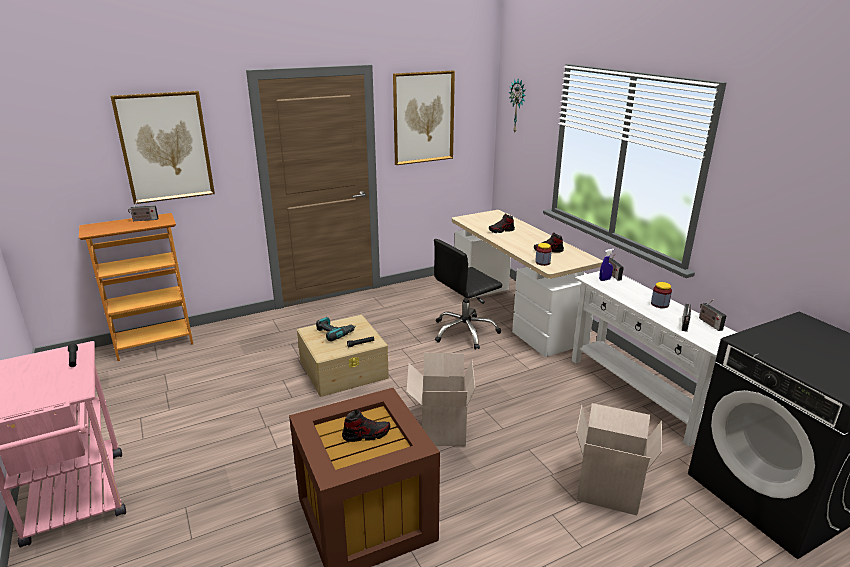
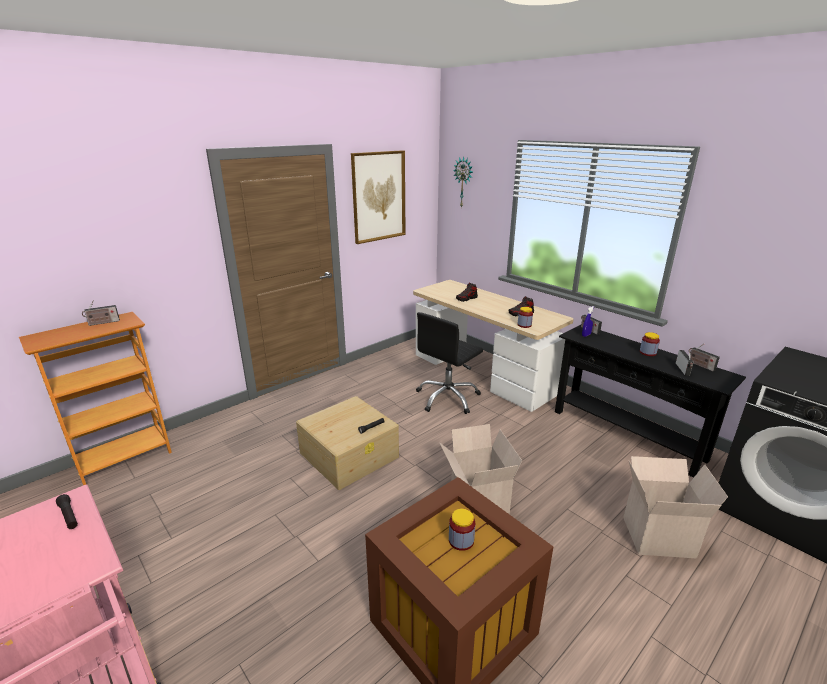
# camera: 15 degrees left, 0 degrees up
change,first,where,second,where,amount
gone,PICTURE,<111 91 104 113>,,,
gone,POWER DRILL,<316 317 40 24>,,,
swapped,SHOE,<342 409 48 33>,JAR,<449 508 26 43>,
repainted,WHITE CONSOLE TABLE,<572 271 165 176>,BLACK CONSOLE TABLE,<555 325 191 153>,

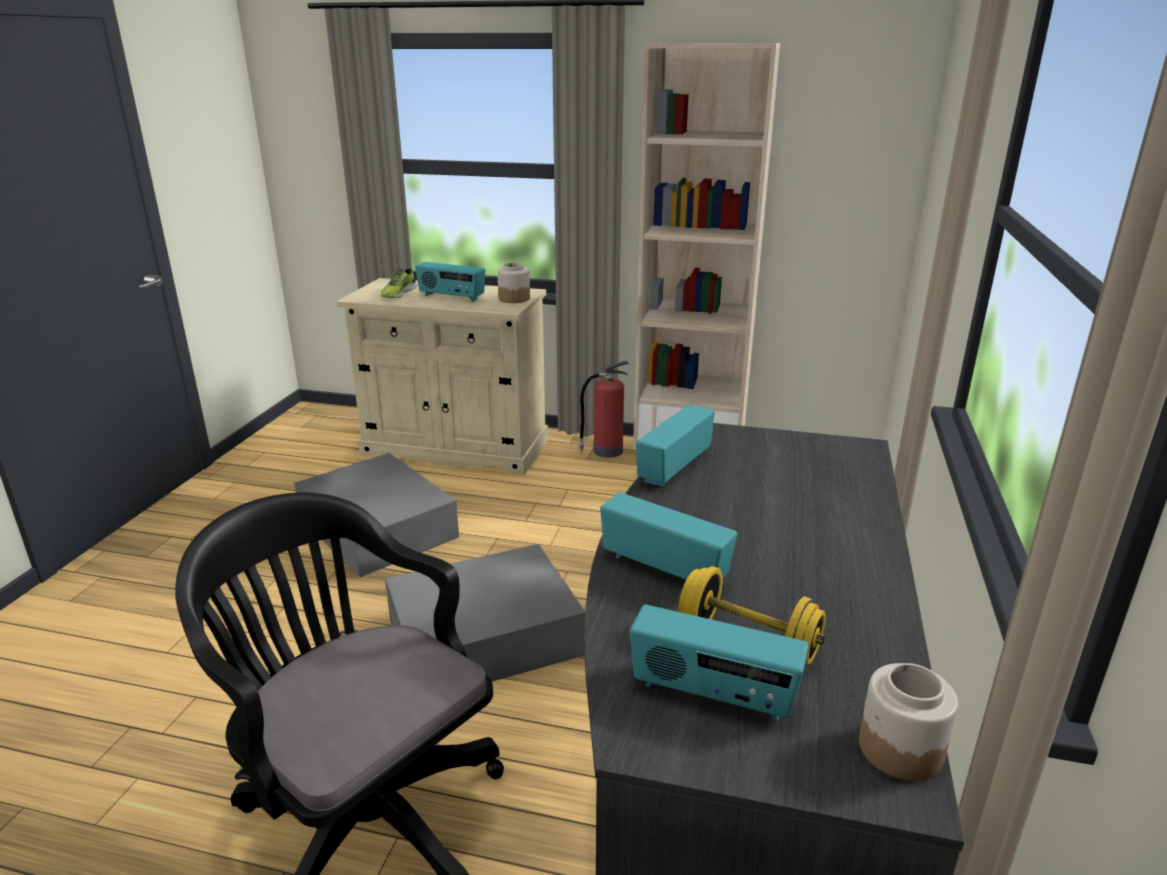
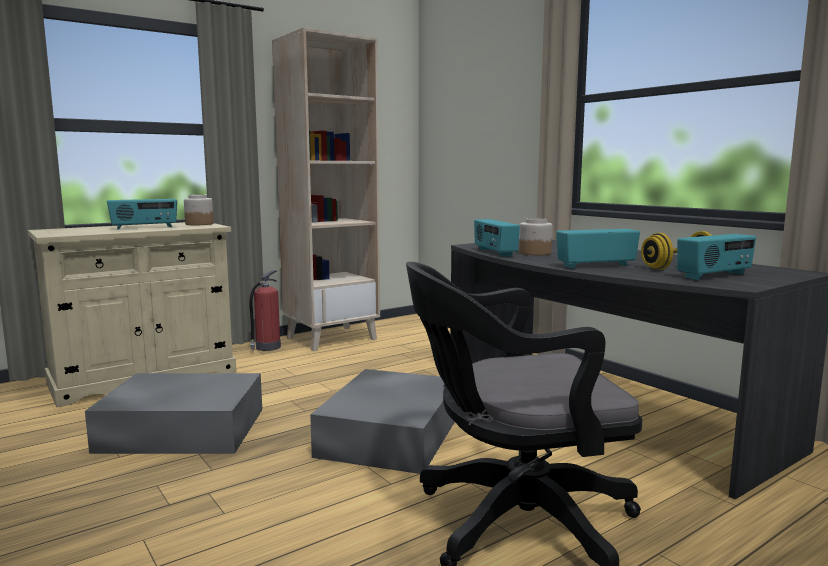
# camera: 50 degrees left, 15 degrees down
change,first,where,second,where,amount
gone,SHOE,<381 268 36 30>,,,
shifted,JAR,<859 663 99 118>,,<519 218 33 37>,

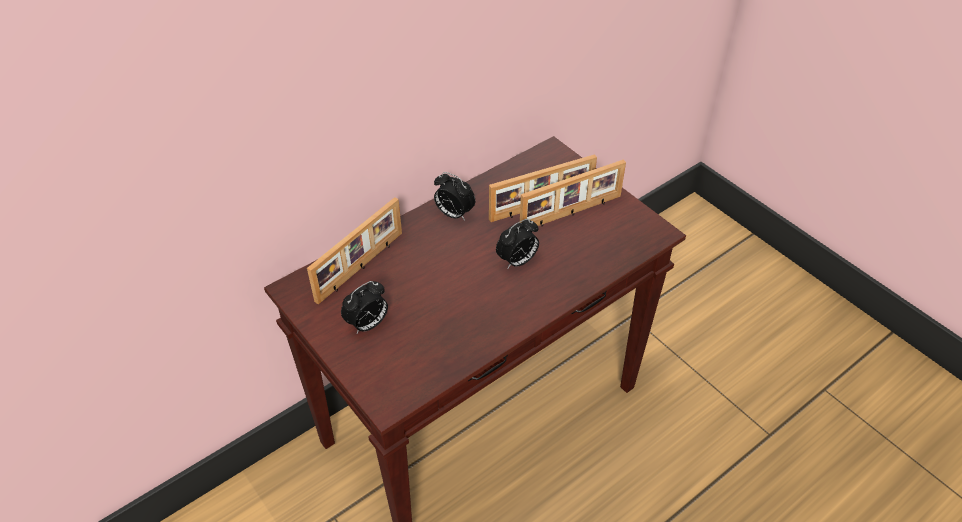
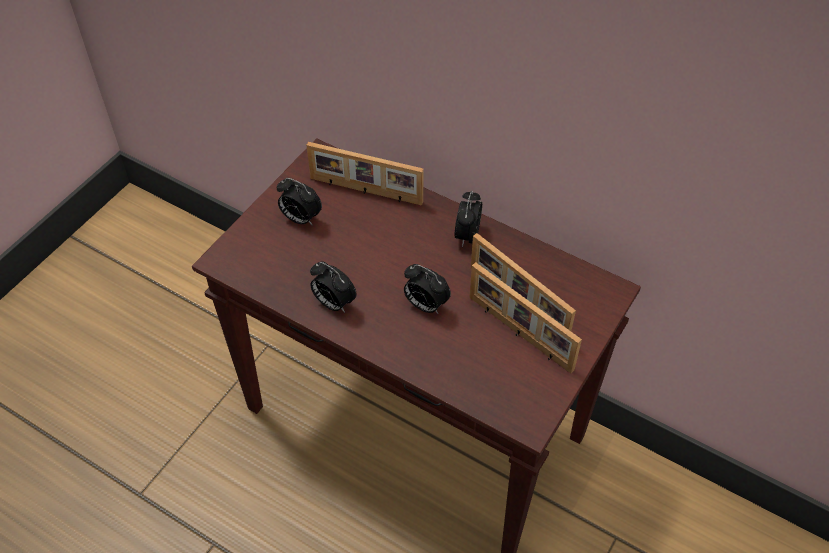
# camera: 70 degrees right, 5 degrees up
change,first,where,second,where,amount
new,,,ALARM CLOCK,<310 262 47 51>,

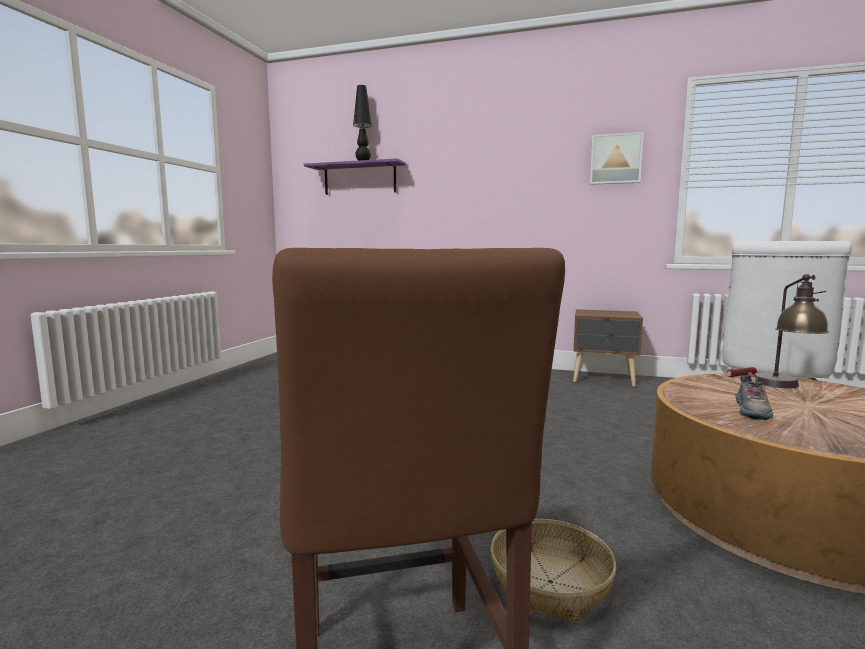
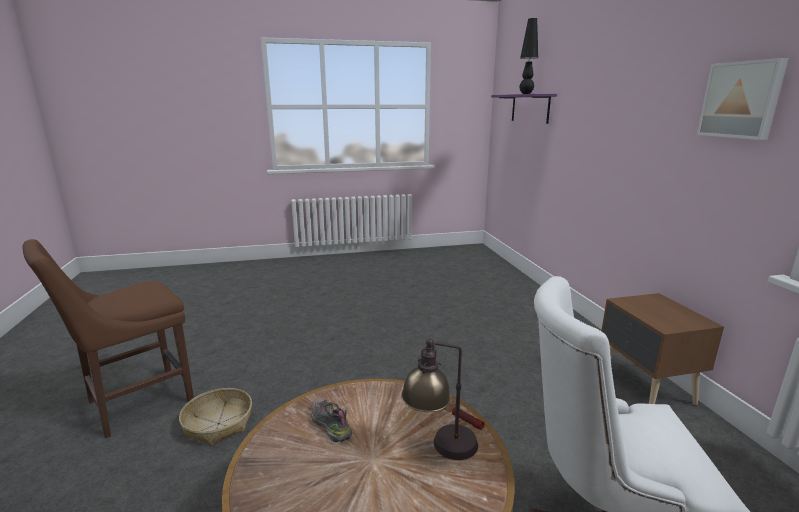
# camera: 60 degrees right, 10 degrees up
change,first,where,second,where,amount
rotated,SHOE,<735 372 38 48>,,<311 398 41 44>,60 degrees clockwise

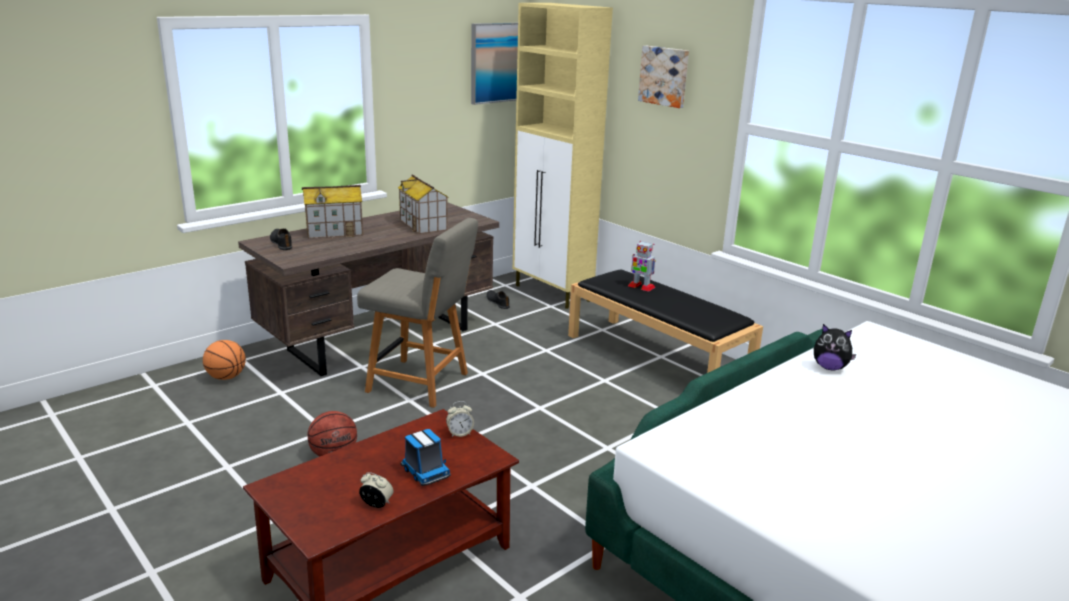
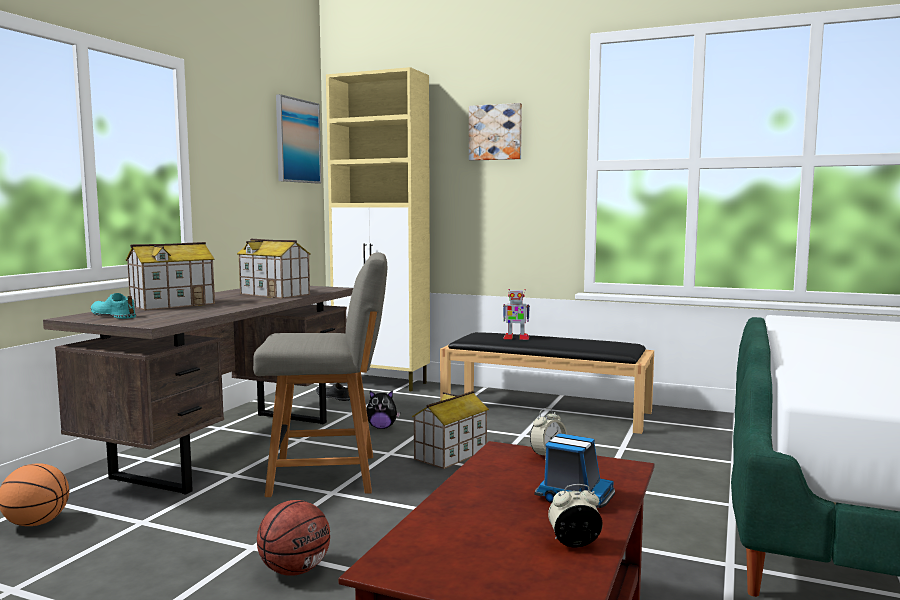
# camera: 25 degrees left, 15 degrees down
change,first,where,second,where,amount
repainted,BLACK SHOE,<270 229 22 21>,TURQUOISE SHOE,<91 293 45 26>,
shifted,PLUSH TOY,<814 324 43 47>,,<367 391 33 38>,
new,,,TOY HOUSE,<412 391 77 78>,

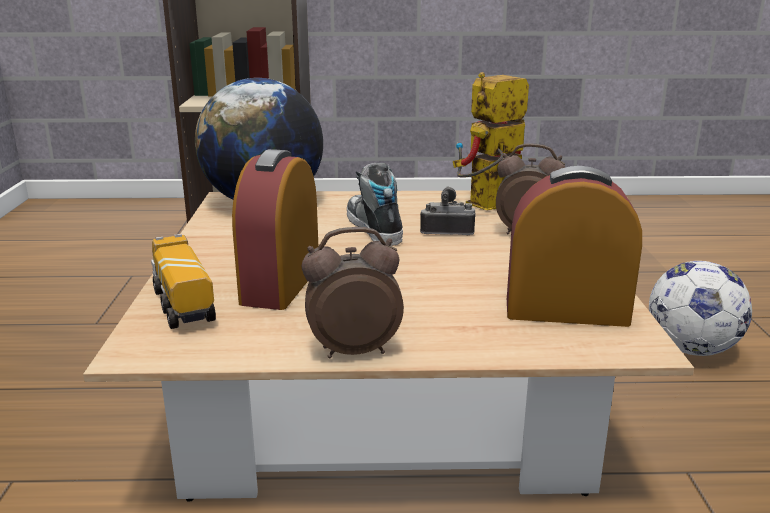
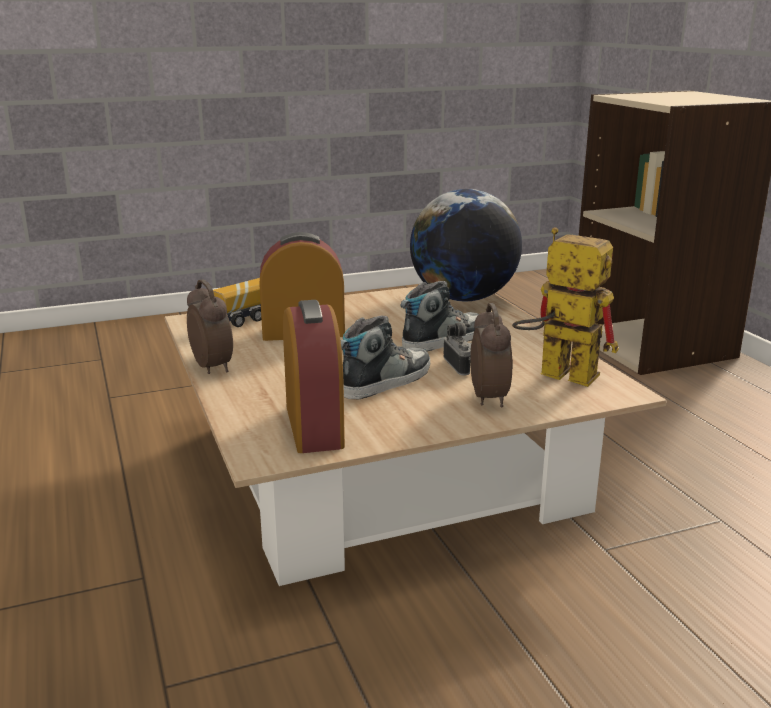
# camera: 70 degrees right, 0 degrees up
change,first,where,second,where,amount
gone,FOOTBALL,<649 261 103 95>,,,
new,,,SHOE,<340 316 91 83>,

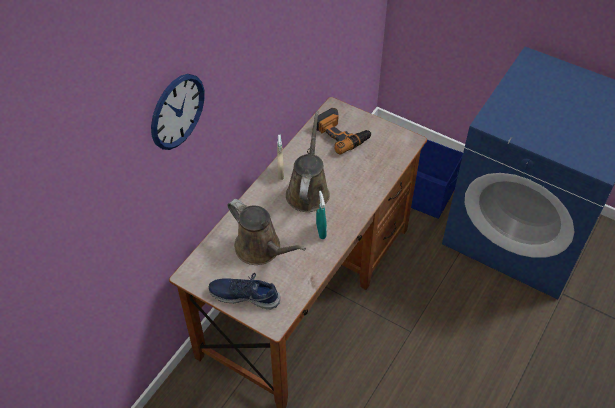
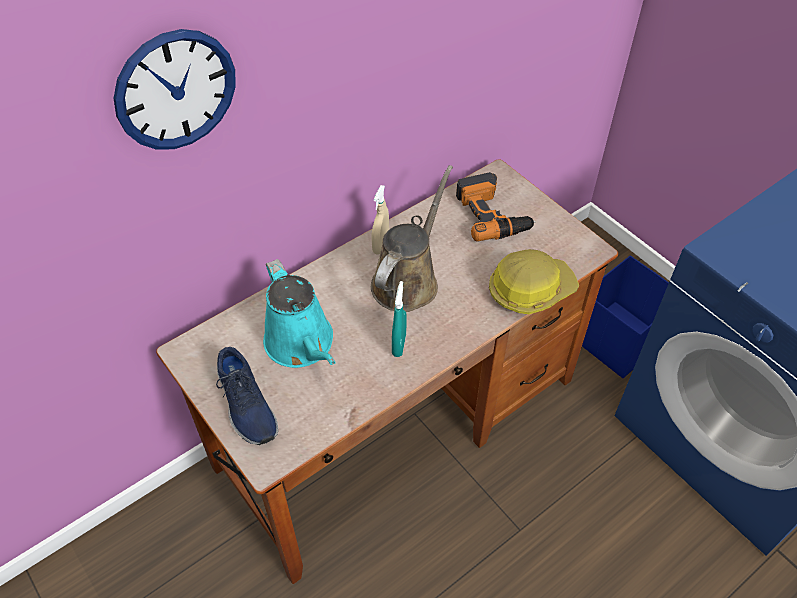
# camera: 20 degrees right, 0 degrees up
change,first,where,second,where,amount
rotated,BLUE SHOE,<209 273 71 36>,,<216 347 62 98>,150 degrees counterclockwise
repainted,BROWN WATERING CAN,<228 199 78 66>,TURQUOISE WATERING CAN,<263 259 73 109>,
new,,,HARD HAT,<489 249 90 65>,

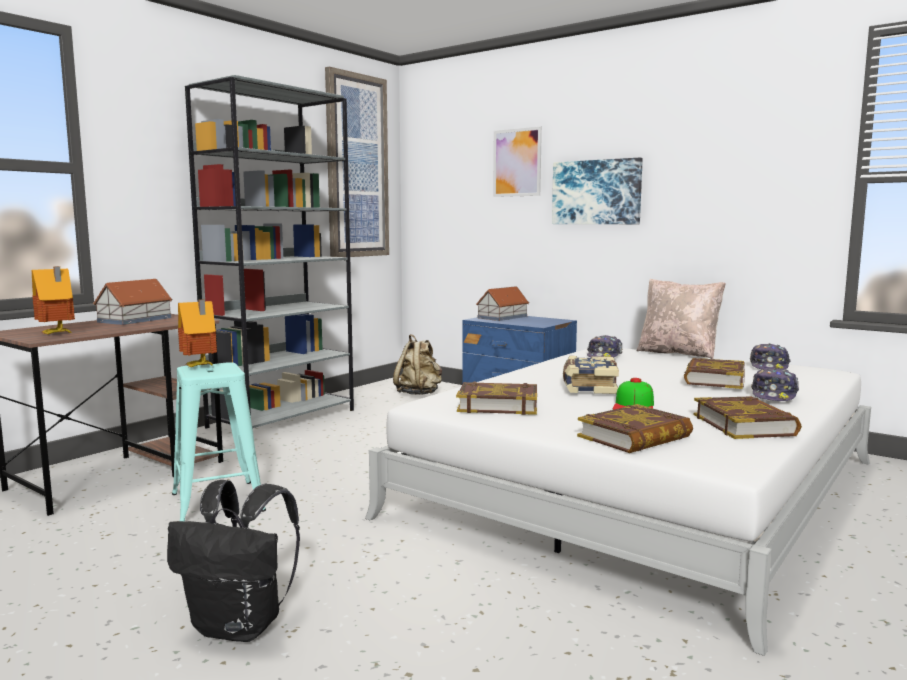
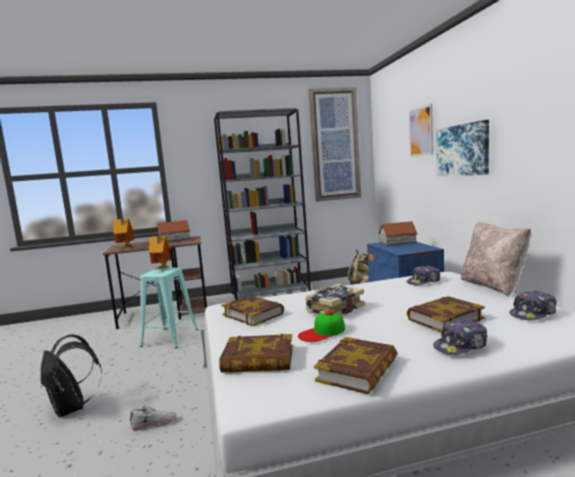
# camera: 40 degrees right, 0 degrees up
change,first,where,second,where,amount
new,,,WHITE SHOE,<130 404 46 27>,

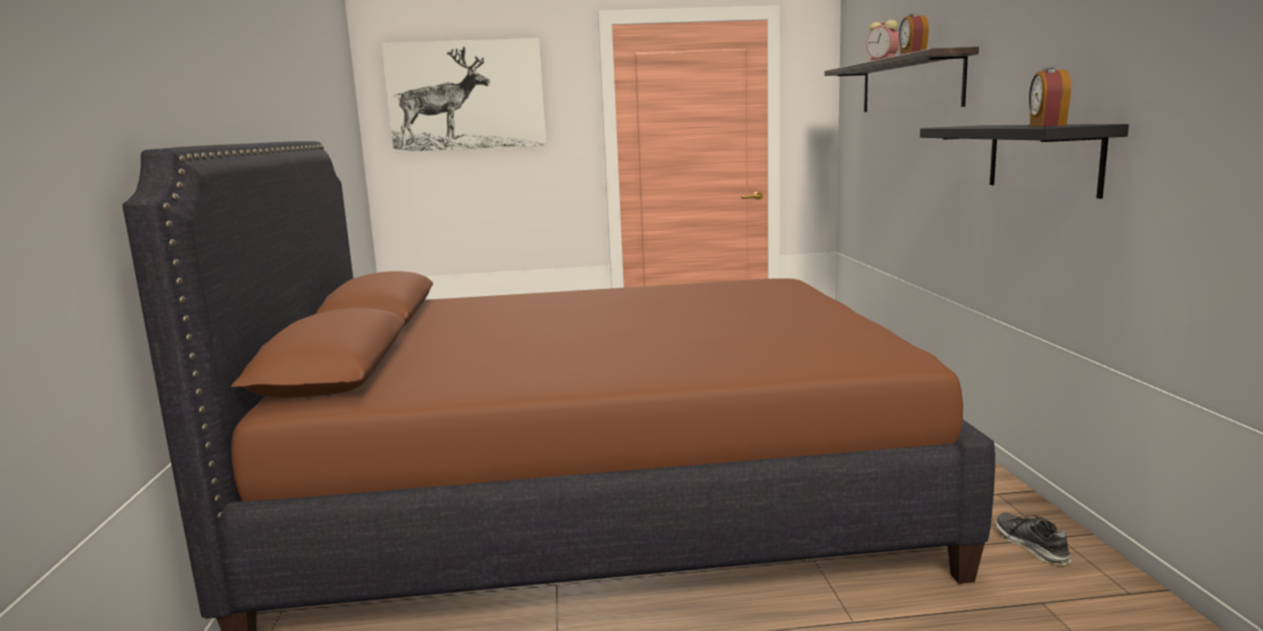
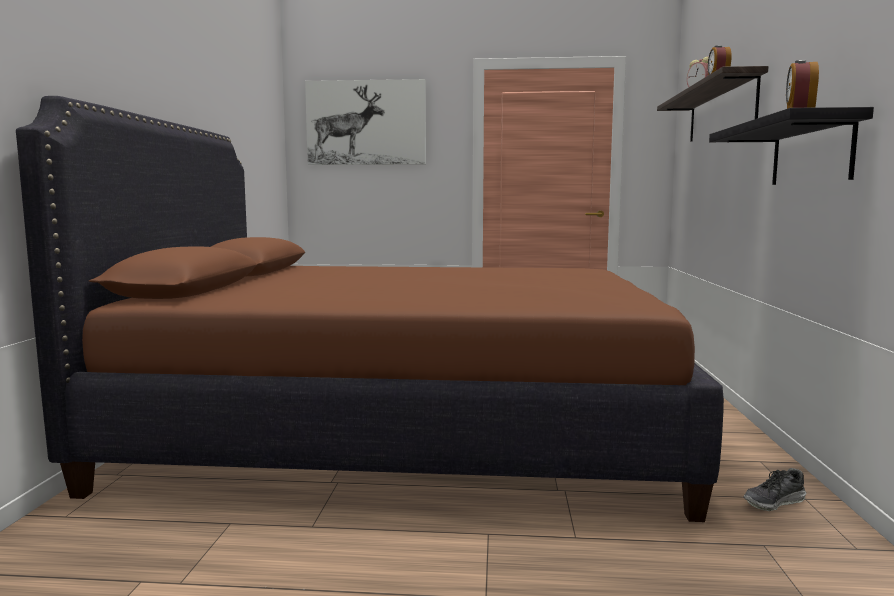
# camera: 10 degrees right, 5 degrees down
change,first,where,second,where,amount
rotated,SHOE,<995 512 76 53>,,<743 468 63 43>,105 degrees counterclockwise

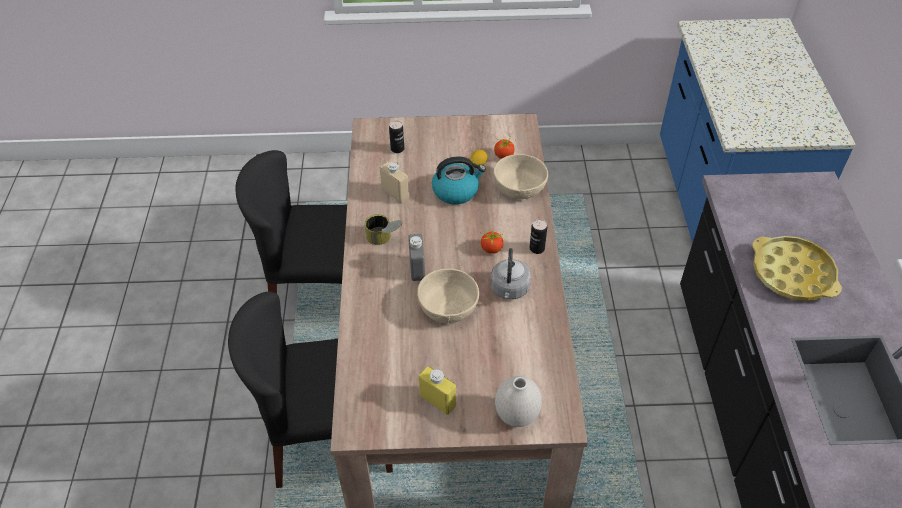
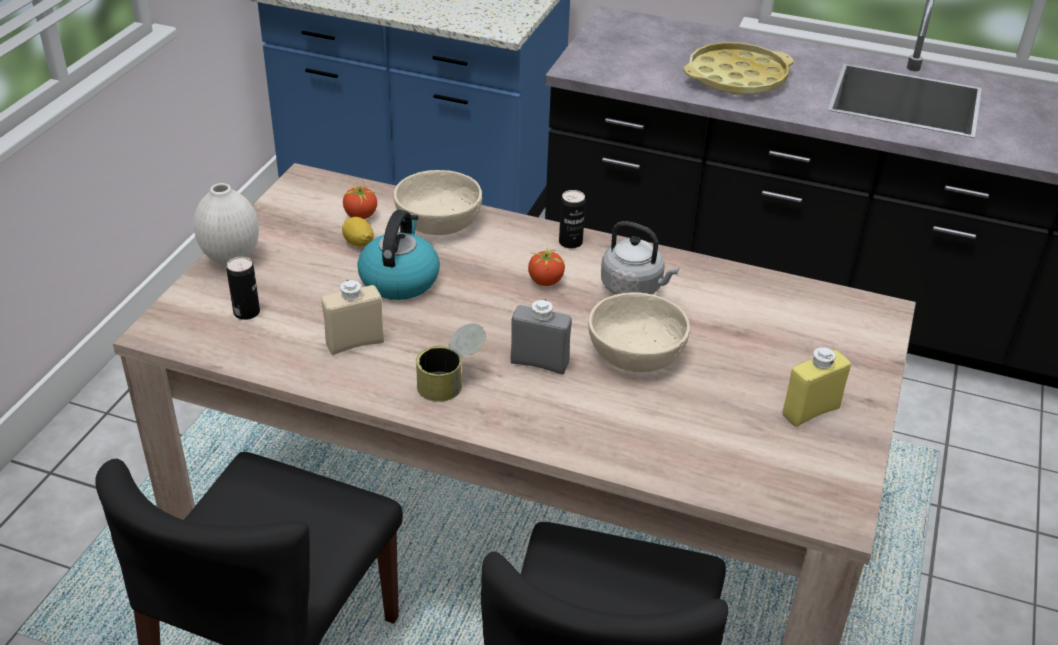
# camera: 70 degrees left, 10 degrees down
change,first,where,second,where,amount
shifted,WHITE VASE,<495 376 47 51>,,<194 183 65 84>,

